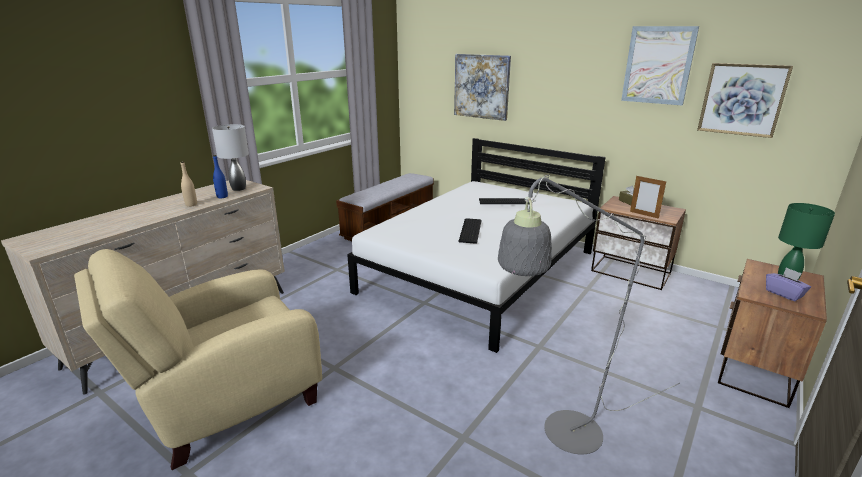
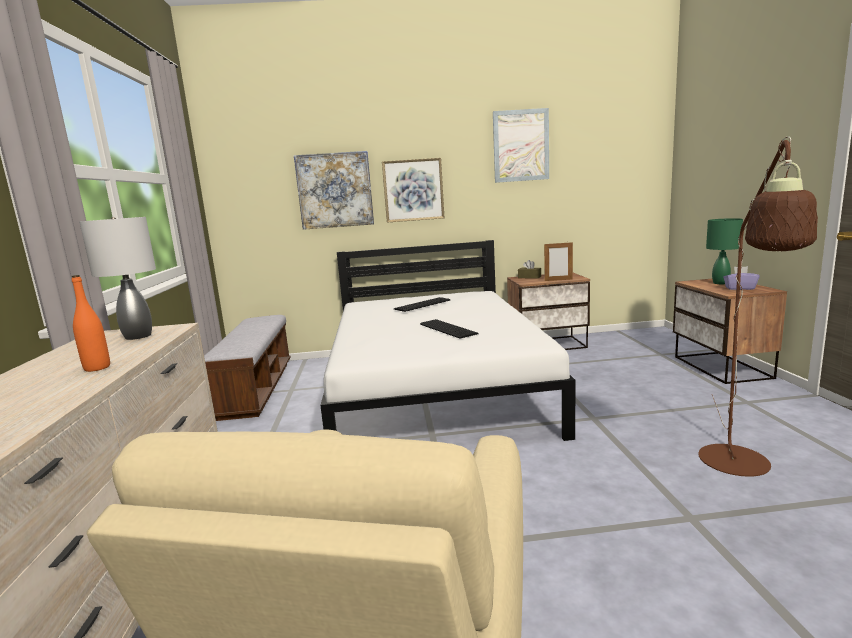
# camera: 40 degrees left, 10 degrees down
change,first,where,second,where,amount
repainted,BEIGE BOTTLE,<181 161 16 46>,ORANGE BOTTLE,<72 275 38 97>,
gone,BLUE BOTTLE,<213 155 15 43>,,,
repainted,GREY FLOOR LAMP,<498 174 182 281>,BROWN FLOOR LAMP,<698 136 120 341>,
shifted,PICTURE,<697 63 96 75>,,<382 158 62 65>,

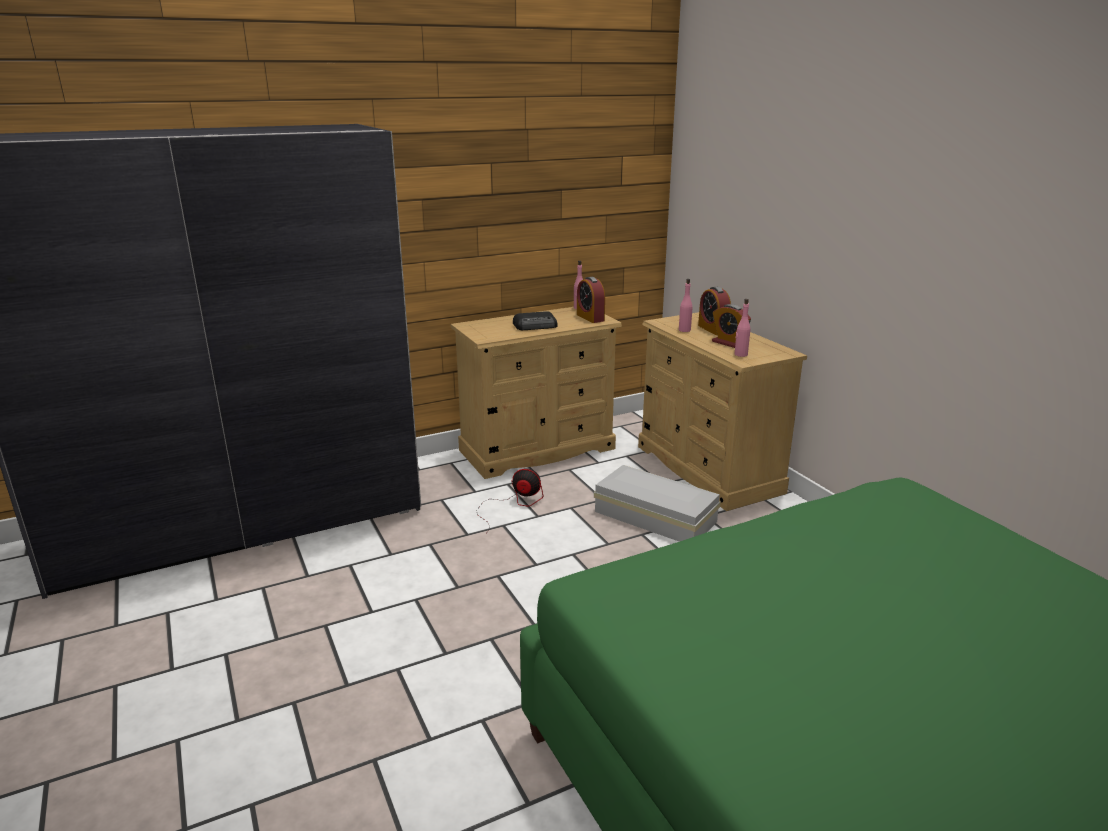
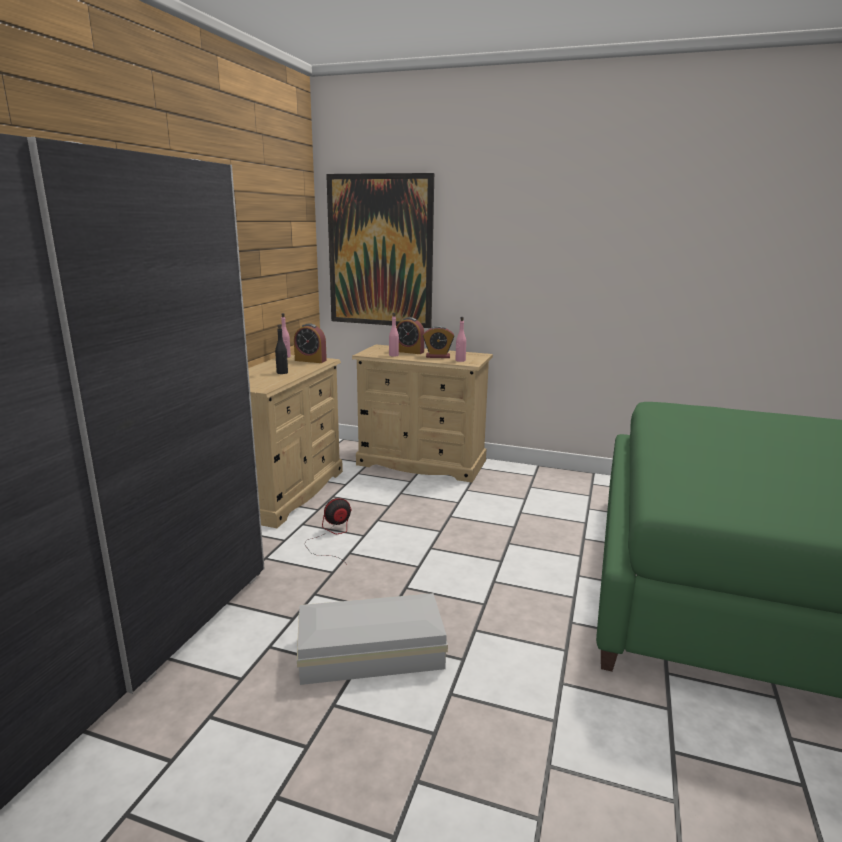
# camera: 45 degrees left, 5 degrees down
change,first,where,second,where,amount
swapped,RADIO,<513 311 45 19>,BLACK BOTTLE,<275 325 13 49>,
shifted,WHITE STORAGE BOX,<594 465 127 77>,,<297 593 151 92>,
new,,,PICTURE,<326 173 108 155>,

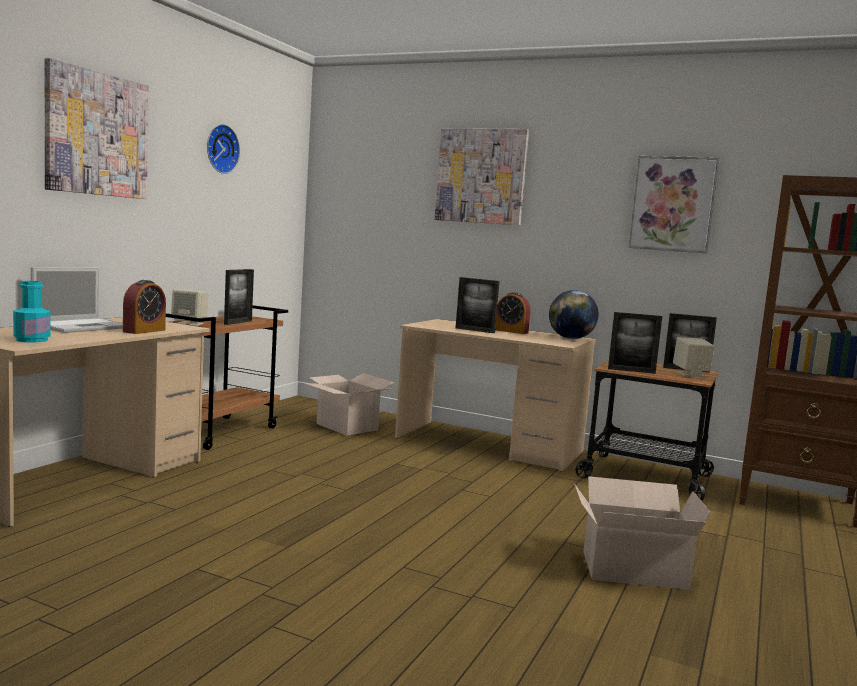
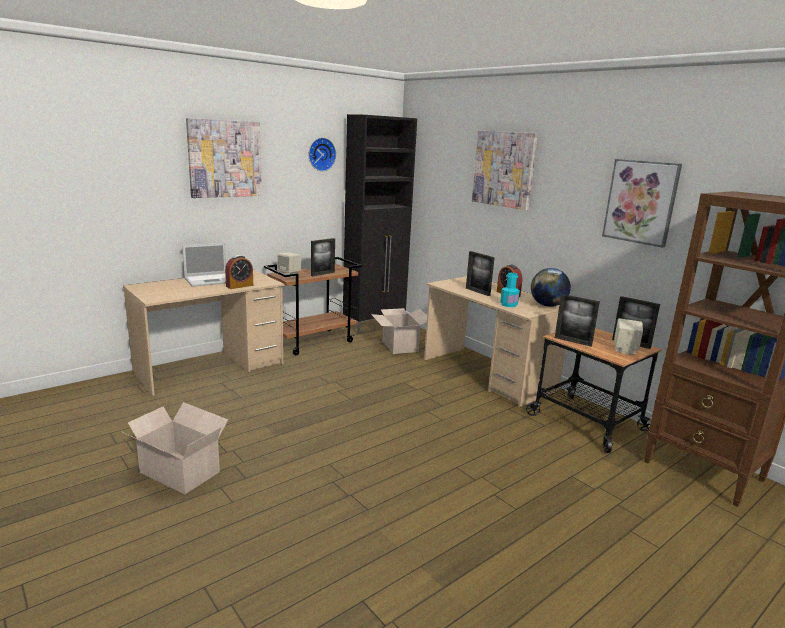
# camera: 25 degrees right, 10 degrees up
change,first,where,second,where,amount
shifted,TURQUOISE BOTTLE,<13 281 37 61>,,<500 273 20 34>,
shifted,CARDBOARD BOX,<574 476 137 114>,,<122 402 106 93>,
new,,,BLACK CABINET,<343 114 74 220>,

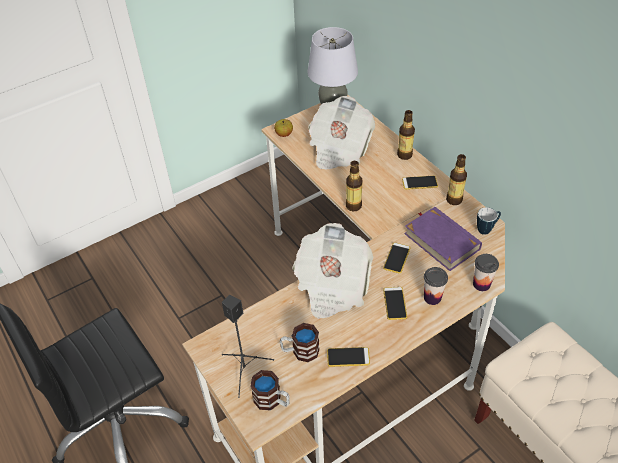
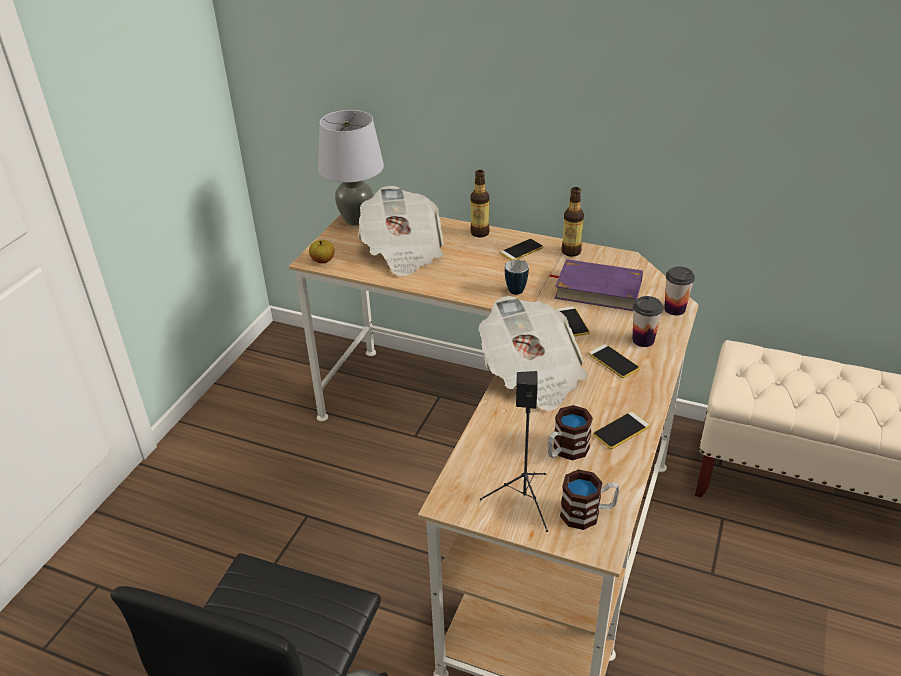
# camera: 35 degrees left, 10 degrees down
change,first,where,second,where,amount
gone,BOTTLE,<346 161 17 50>,,,
shifted,MUG,<477 207 24 28>,,<505 260 24 35>,

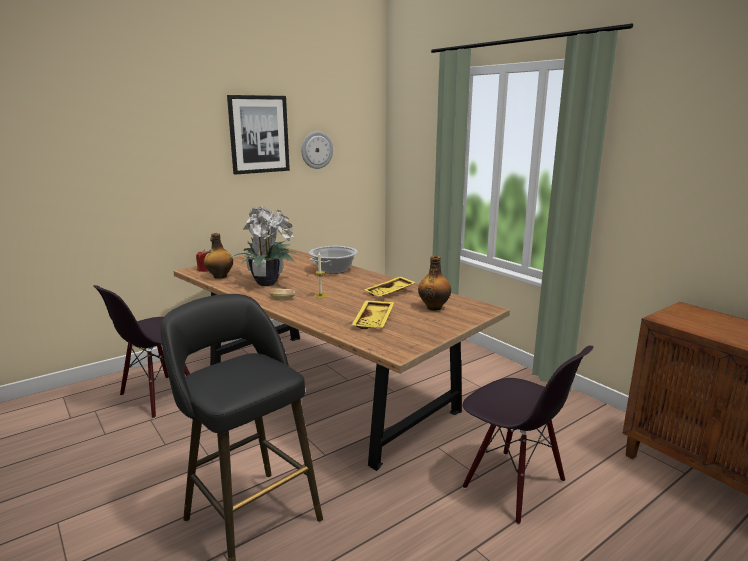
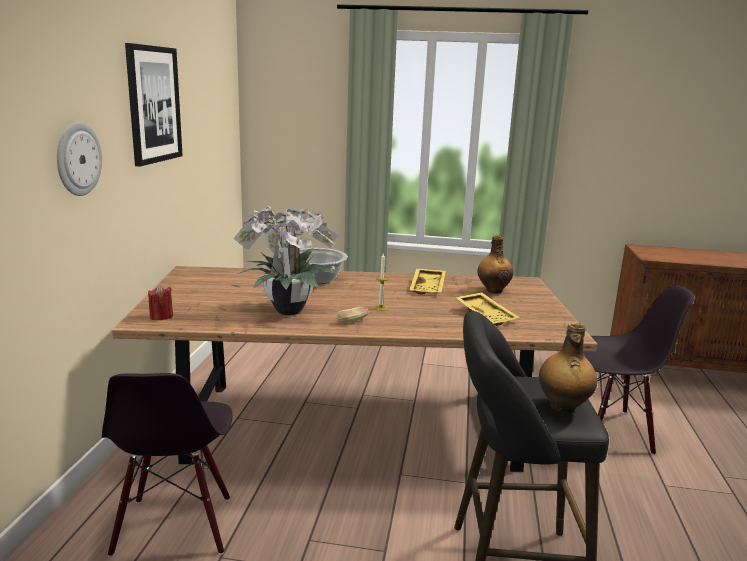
# camera: 45 degrees left, 0 degrees up
change,first,where,second,where,amount
shifted,BOTTLE,<204 233 29 46>,,<539 323 58 90>,
shifted,WALL CLOCK,<301 131 32 38>,,<57 122 45 74>,

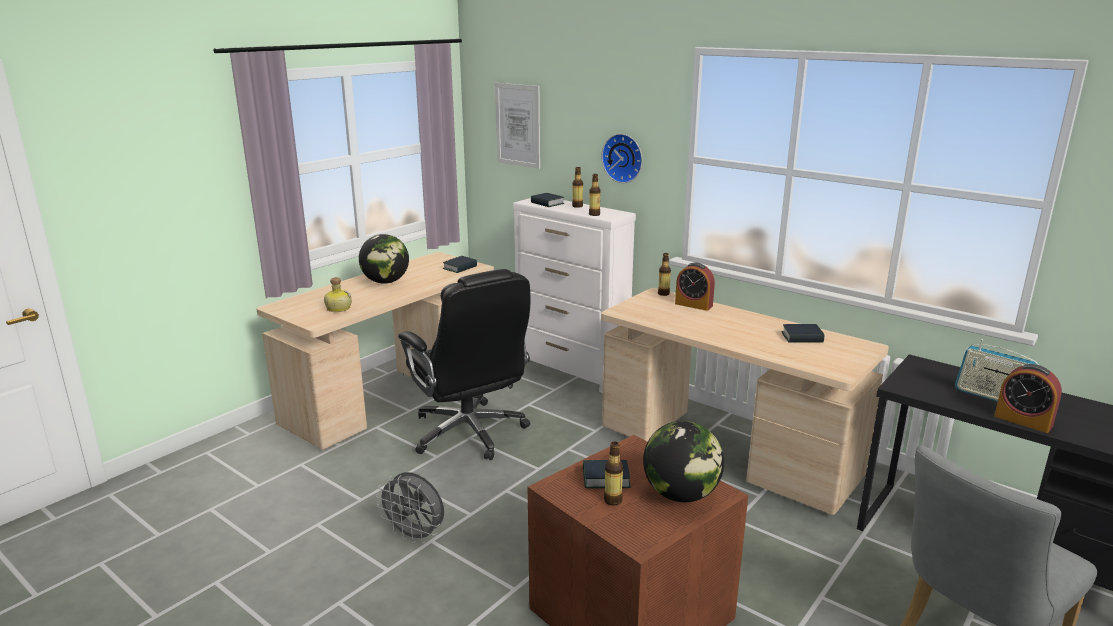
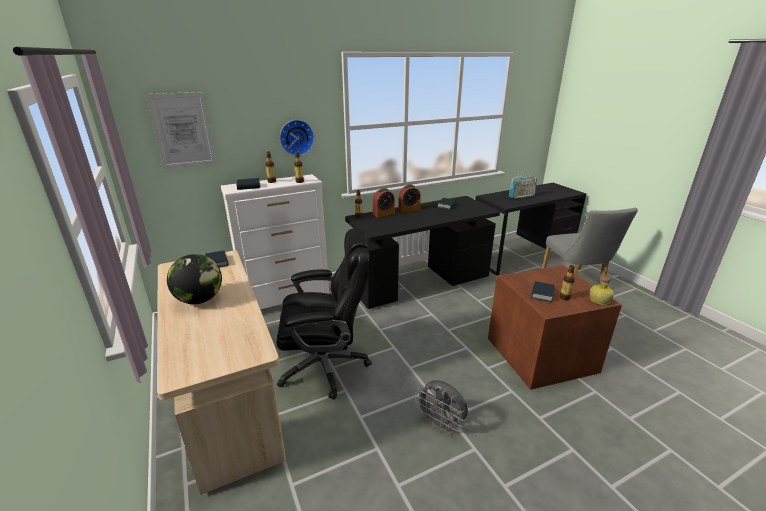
# camera: 65 degrees left, 5 degrees up
change,first,where,second,where,amount
shifted,BOTTLE,<324 277 28 35>,,<590 276 24 29>,
rotated,GREY FAN,<376 472 68 72>,,<415 380 53 54>,75 degrees clockwise
repainted,BEIGE DESK,<601 288 288 227>,BLACK DESK,<345 196 155 113>,
gone,GLOBE,<643 421 81 81>,,,
shifted,ALARM CLOCK,<994 364 68 69>,,<398 185 23 28>,

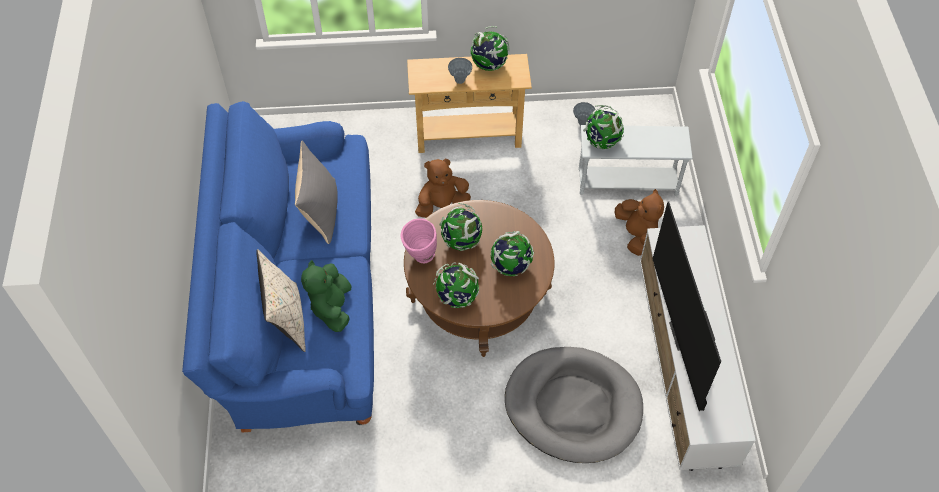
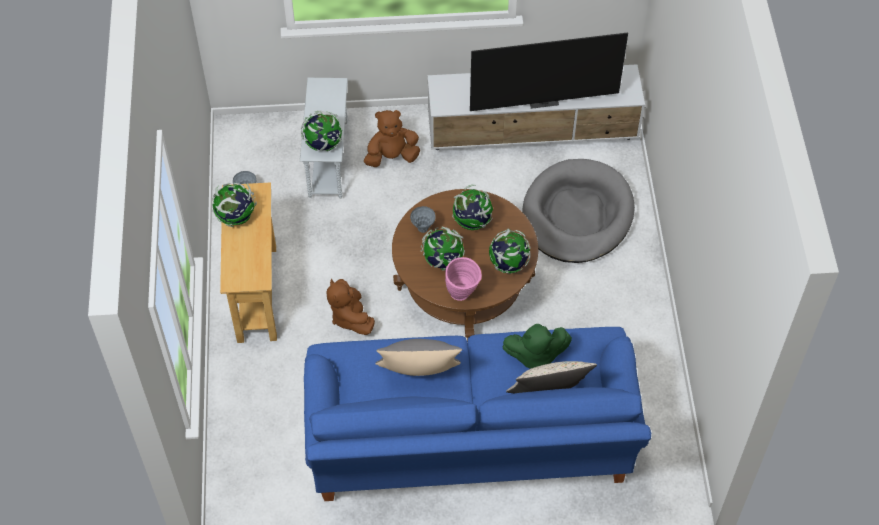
# camera: 90 degrees left, 0 degrees up
change,first,where,second,where,amount
shifted,GREY VASE,<448 58 24 26>,,<410 206 26 27>,

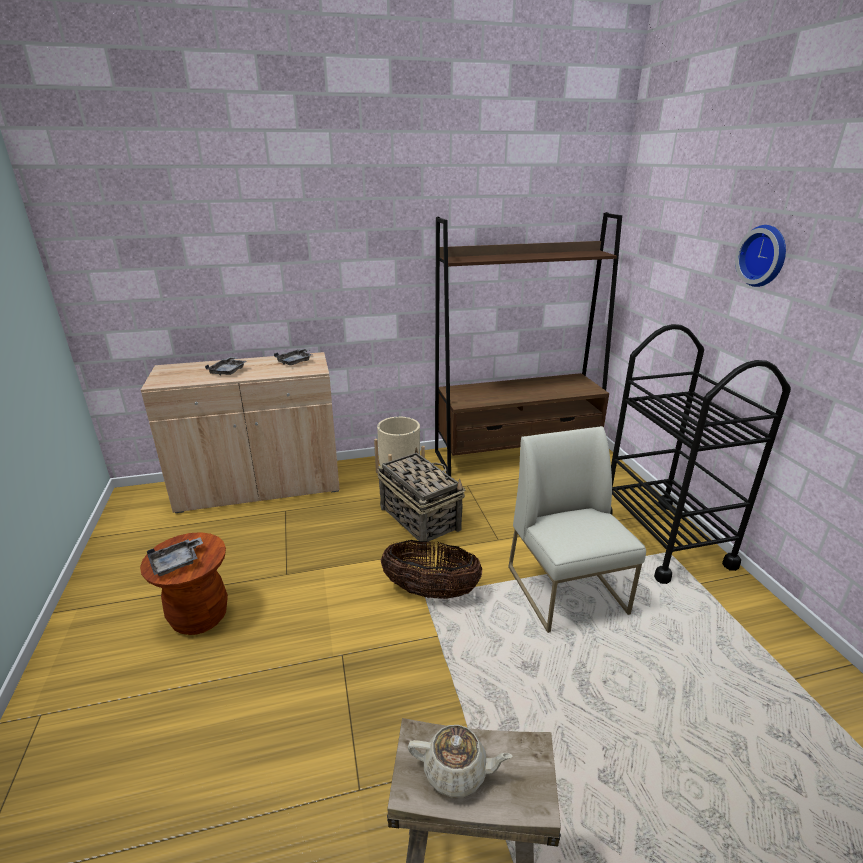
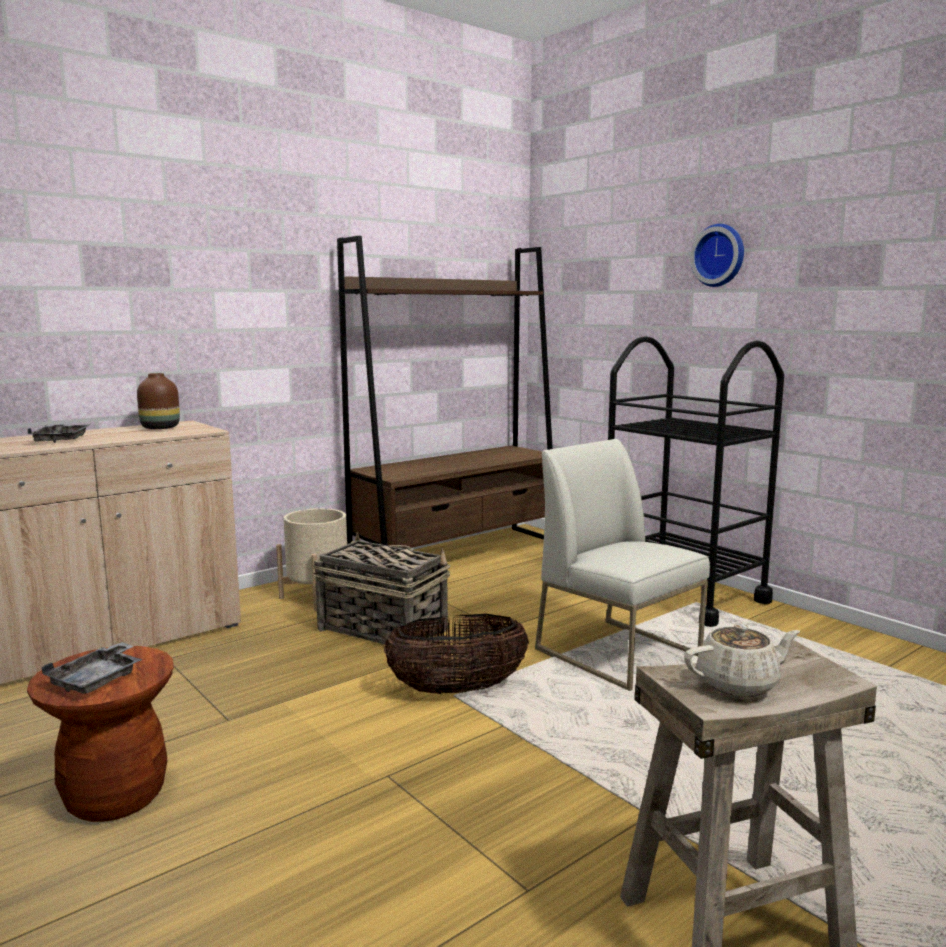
# camera: 25 degrees left, 15 degrees down
change,first,where,second,where,amount
swapped,GREY TRAY,<274 348 38 17>,BROWN VASE,<137 373 43 56>,

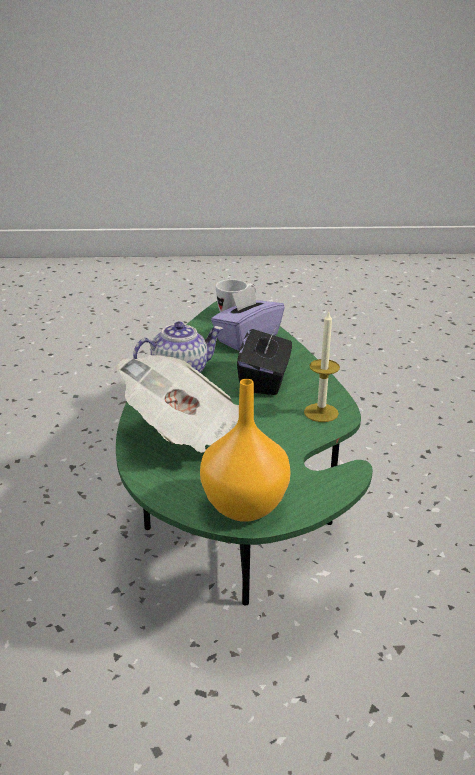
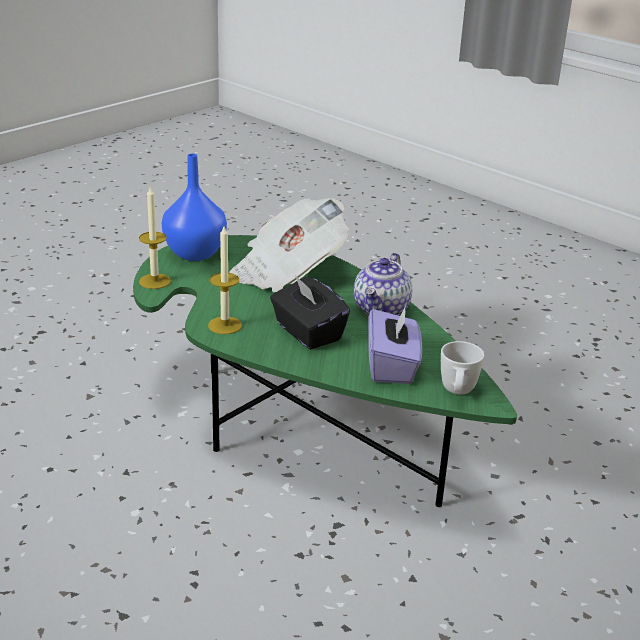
# camera: 135 degrees right, 0 degrees up
change,first,where,second,where,amount
repainted,ORANGE VASE,<200 379 90 143>,BLUE VASE,<162 154 65 107>,
new,,,CANDLE,<139 187 32 102>,

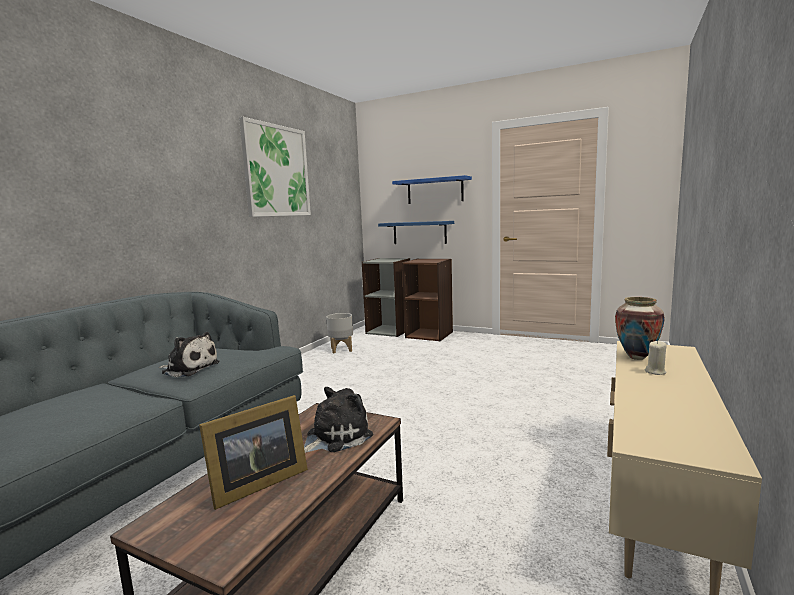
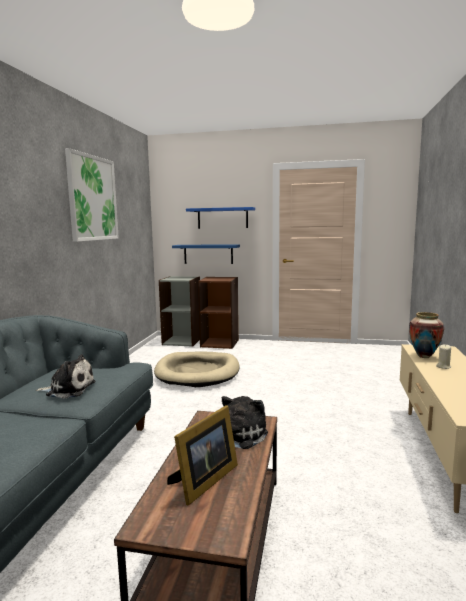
# camera: 15 degrees left, 0 degrees up
change,first,where,second,where,amount
gone,GREY PLANTER,<326 313 27 40>,,,
new,,,BEIGE DOG BED,<154 352 86 35>,

